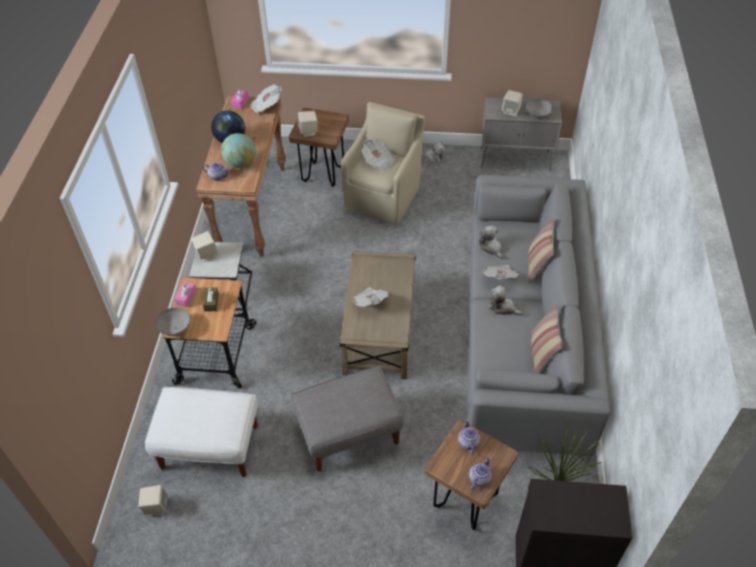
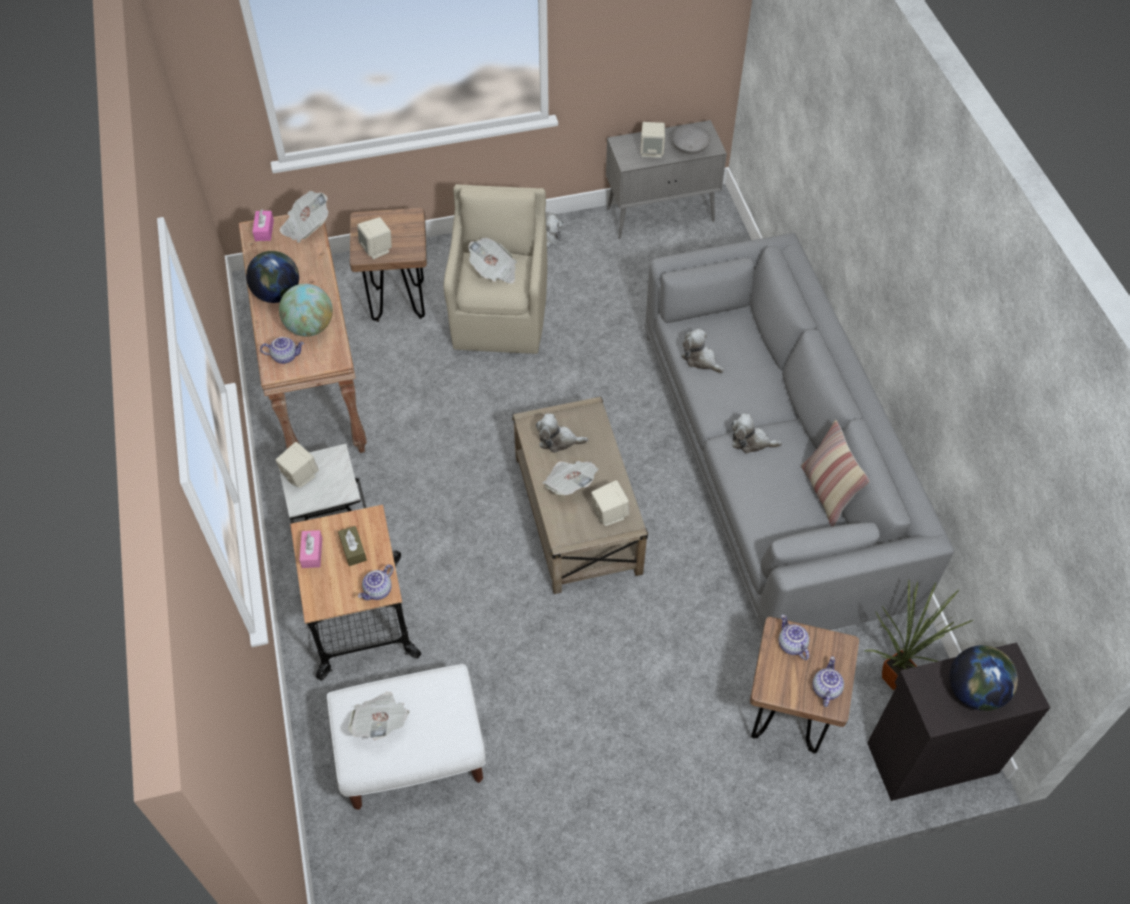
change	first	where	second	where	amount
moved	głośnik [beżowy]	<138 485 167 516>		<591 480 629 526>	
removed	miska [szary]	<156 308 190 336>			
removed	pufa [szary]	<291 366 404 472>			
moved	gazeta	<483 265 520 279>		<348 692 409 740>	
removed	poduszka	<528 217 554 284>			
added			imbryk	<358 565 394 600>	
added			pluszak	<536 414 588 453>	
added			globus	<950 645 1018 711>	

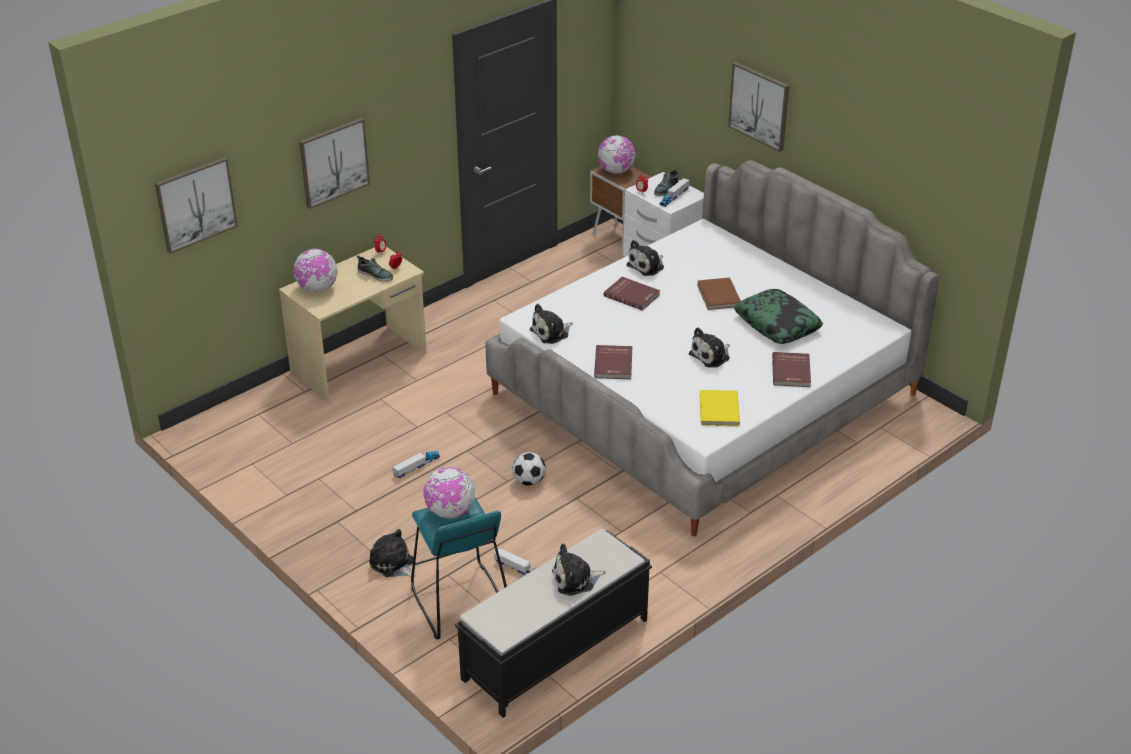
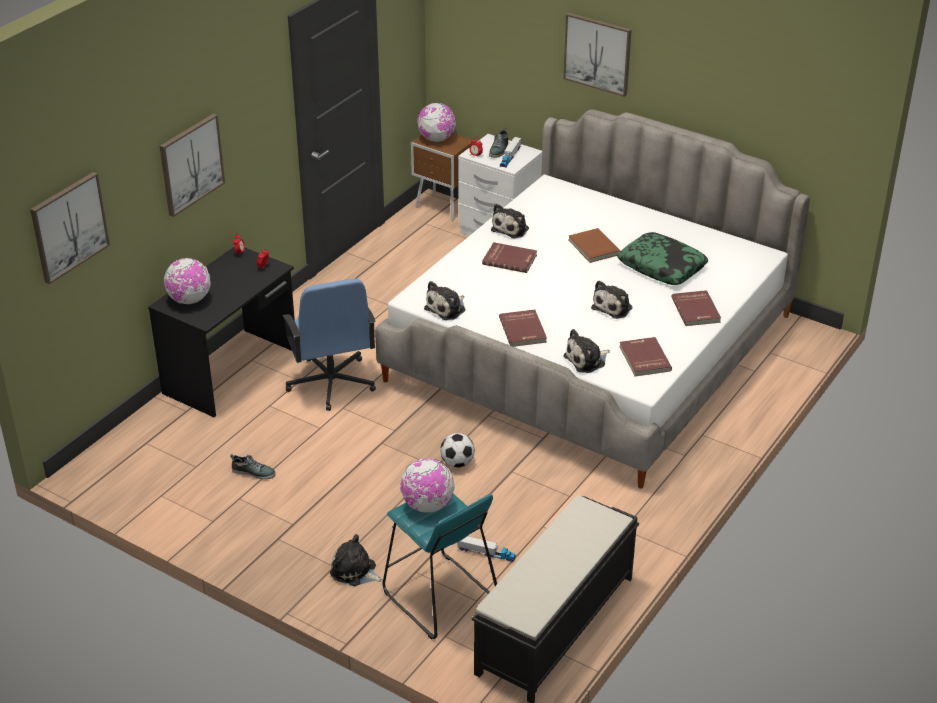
change	first	where	second	where	amount
recoloured	biurko [beżowy]	<279 247 427 401>	biurko [czarny]	<148 247 295 417>	
moved	but	<357 255 393 282>		<230 454 276 479>	
removed	ciężarówka zabawkowa	<393 450 440 479>			
moved	pluszak	<552 544 606 596>		<563 329 610 373>	
recoloured	książka [żółty]	<699 390 740 426>	książka [czerwony]	<619 337 672 376>	
added			krzesło biurowe [niebieski]	<282 279 376 411>	

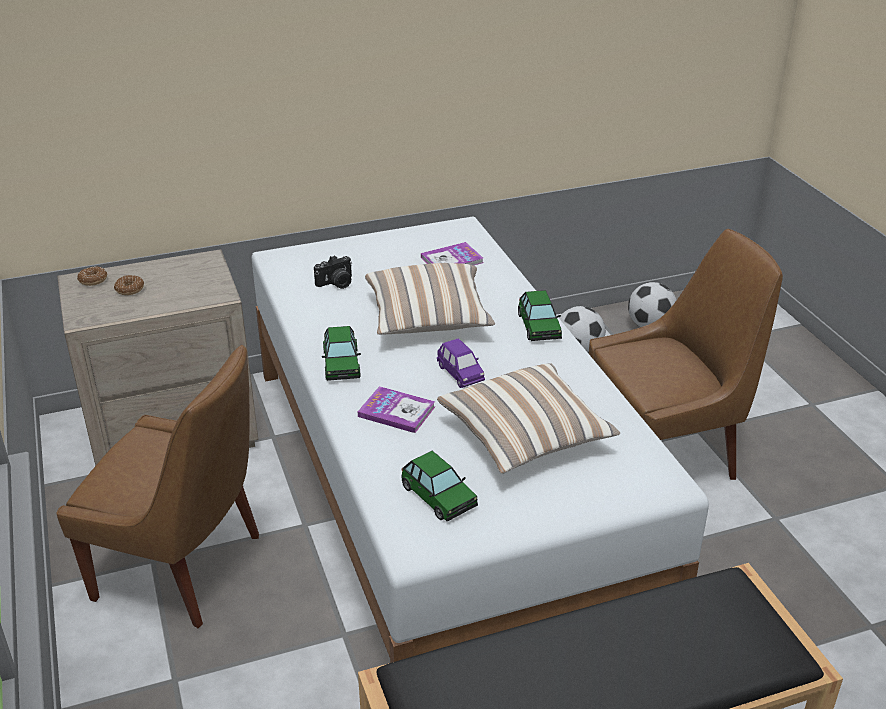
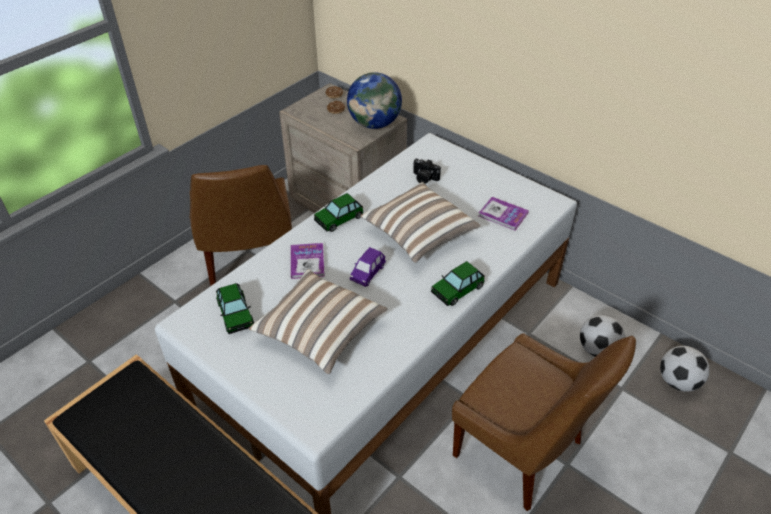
change	first	where	second	where	amount
turned	samochodzik	<401 451 478 522>		<216 283 254 334>	45 degrees counterclockwise
added			globus	<347 72 402 129>	

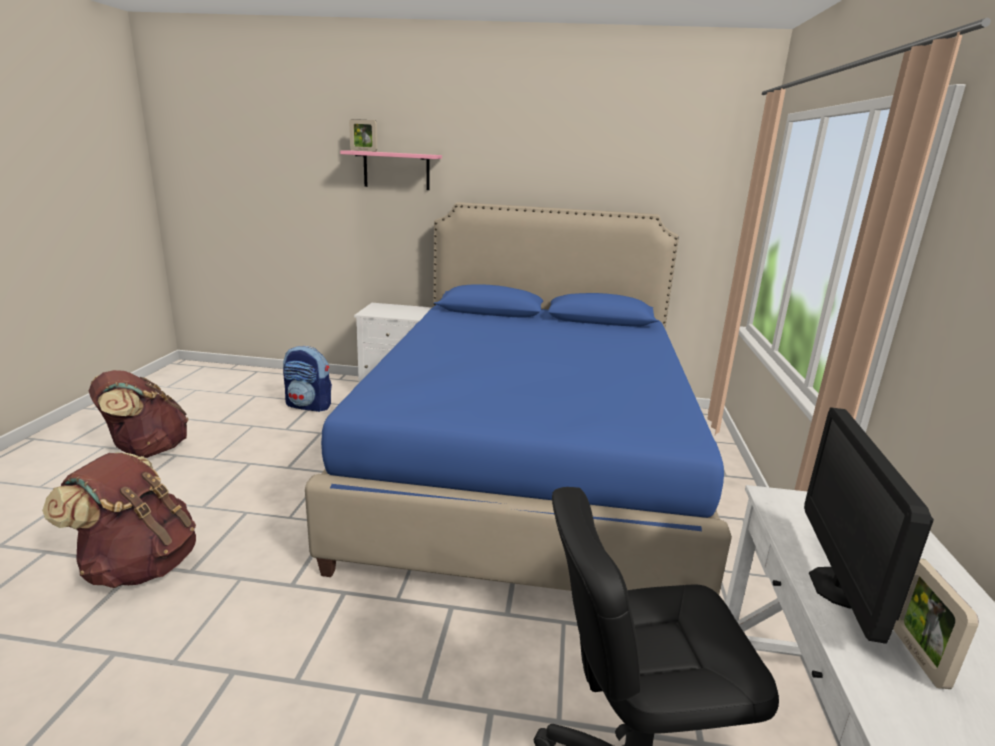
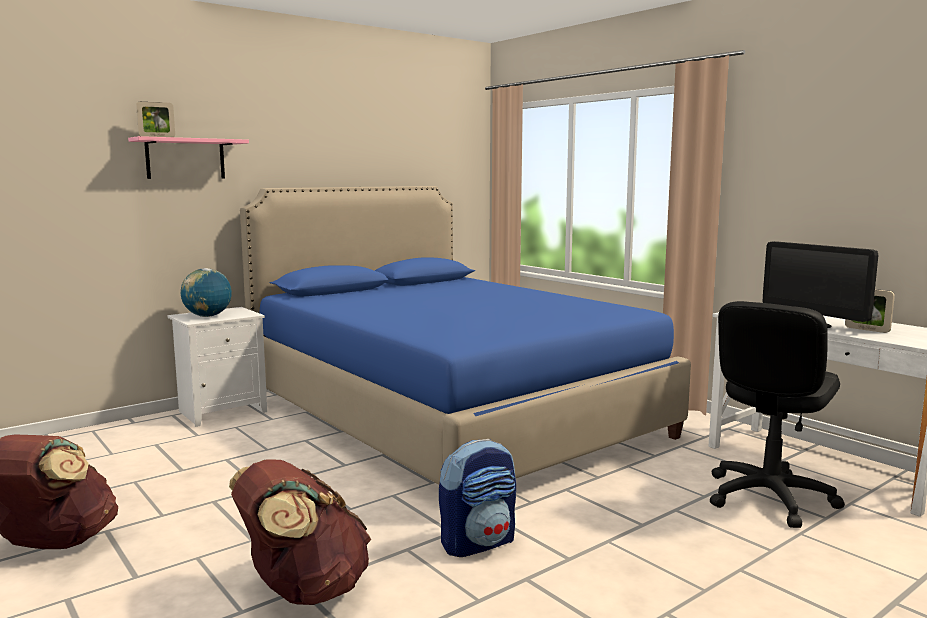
change	first	where	second	where	amount
moved	plecak	<283 346 332 412>		<439 439 516 557>	
added			globus	<181 268 232 317>	

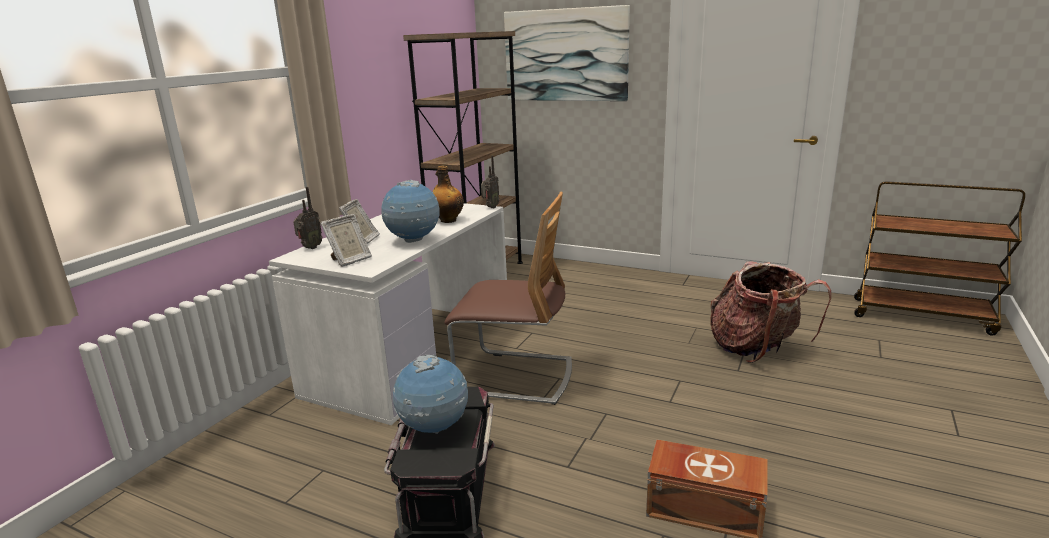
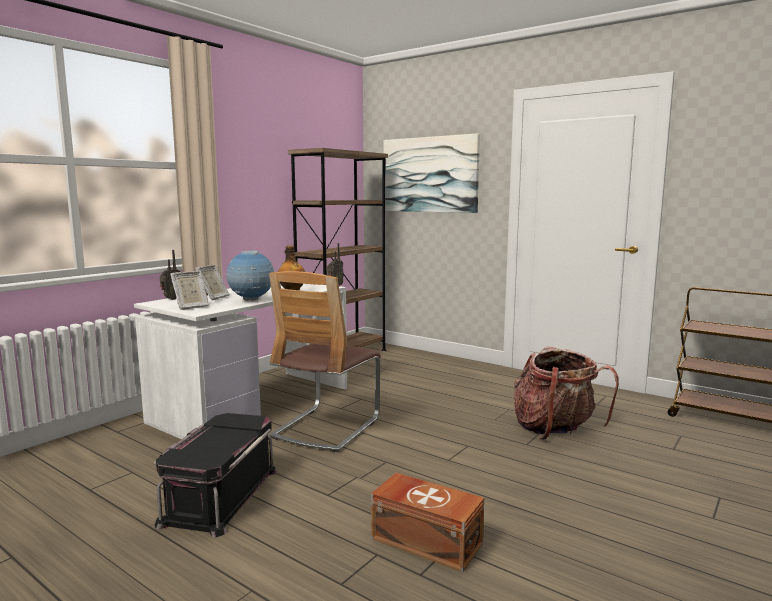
change	first	where	second	where	amount
removed	globus	<393 355 468 434>			
turned	krzesło	<444 191 572 405>		<269 271 381 452>	90 degrees clockwise

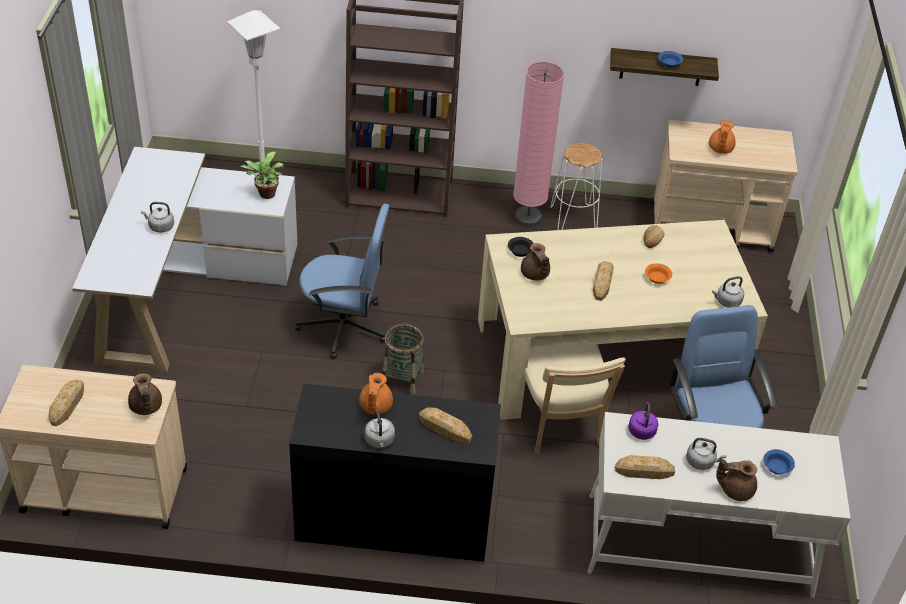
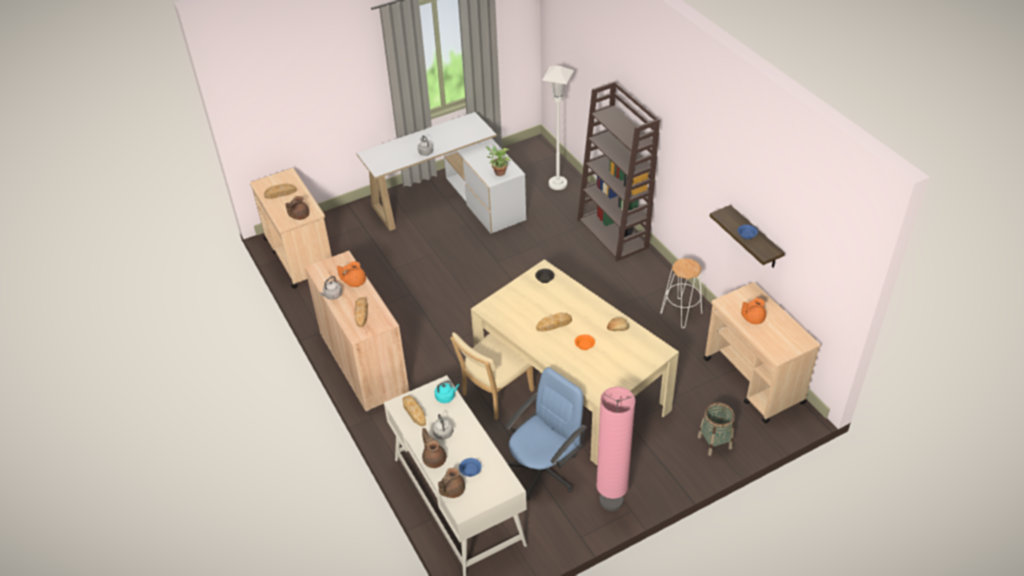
change	first	where	second	where	amount
recoloured	szafka [czarny]	<289 384 501 562>	szafka [beżowy]	<305 251 409 412>	
removed	krzesło biurowe [niebieski]	<295 204 390 359>			
moved	koszyk	<383 323 424 395>		<698 403 735 456>	
moved	lampa stojąca [różowy]	<513 61 564 227>		<596 387 636 511>	
moved	imbryk [brązowy]	<521 243 550 281>		<438 468 465 498>	
recoloured	czajnik [fioletowy]	<628 402 658 440>	czajnik [turkusowy]	<435 381 460 403>	
removed	czajnik [szary]	<712 276 744 307>			

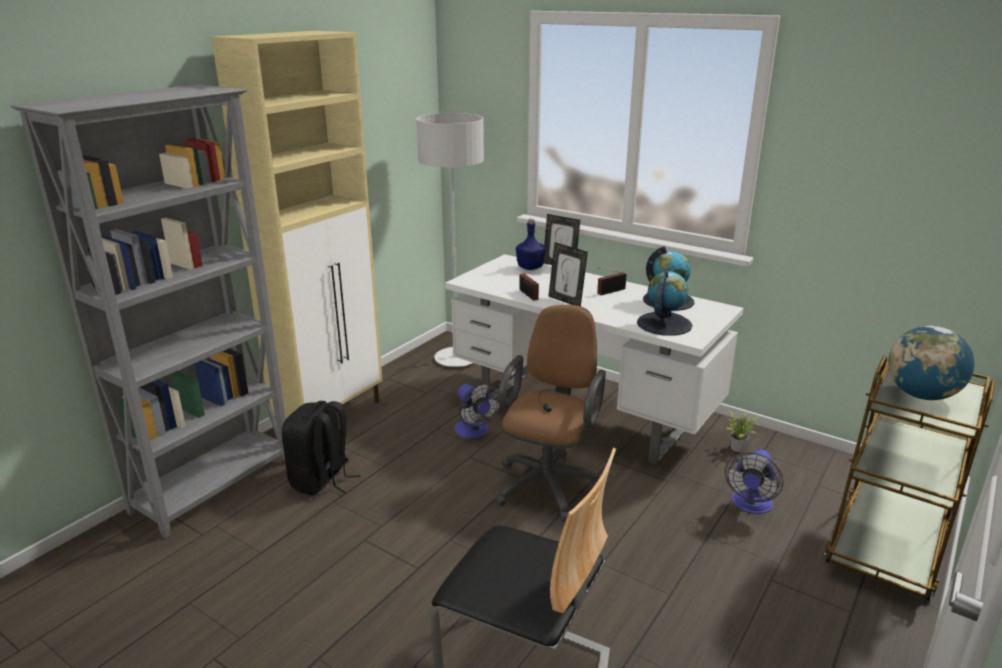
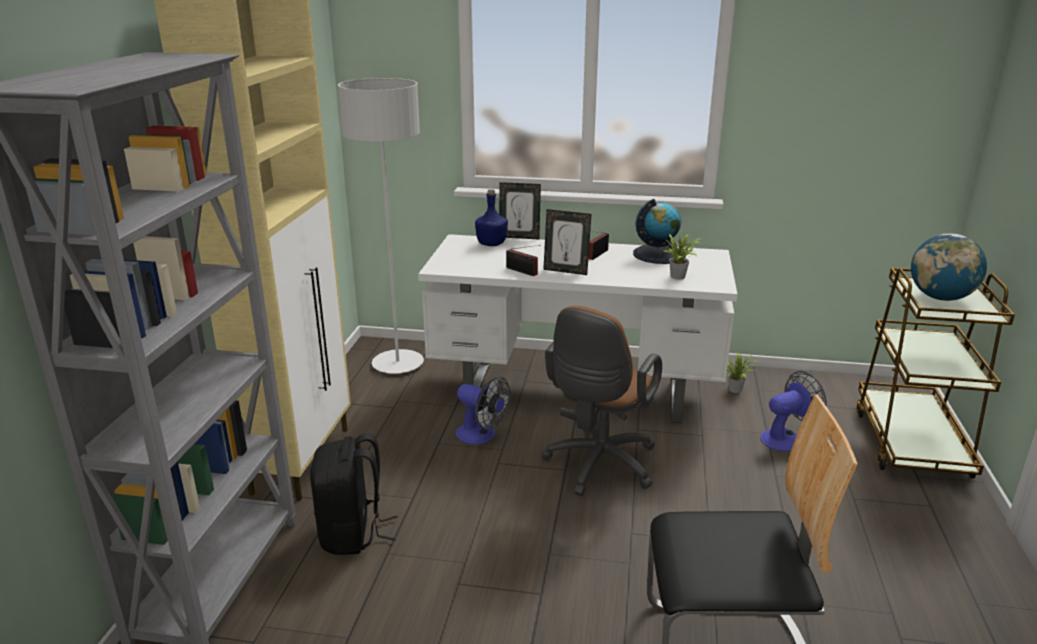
change	first	where	second	where	amount
turned	krzesło biurowe [brązowy]	<495 305 606 522>		<541 306 662 496>	150 degrees counterclockwise
replaced	globus	<637 270 692 336>	roślina doniczkowa	<663 233 701 280>	
turned	wentylator	<725 450 783 514>		<760 371 827 451>	120 degrees counterclockwise

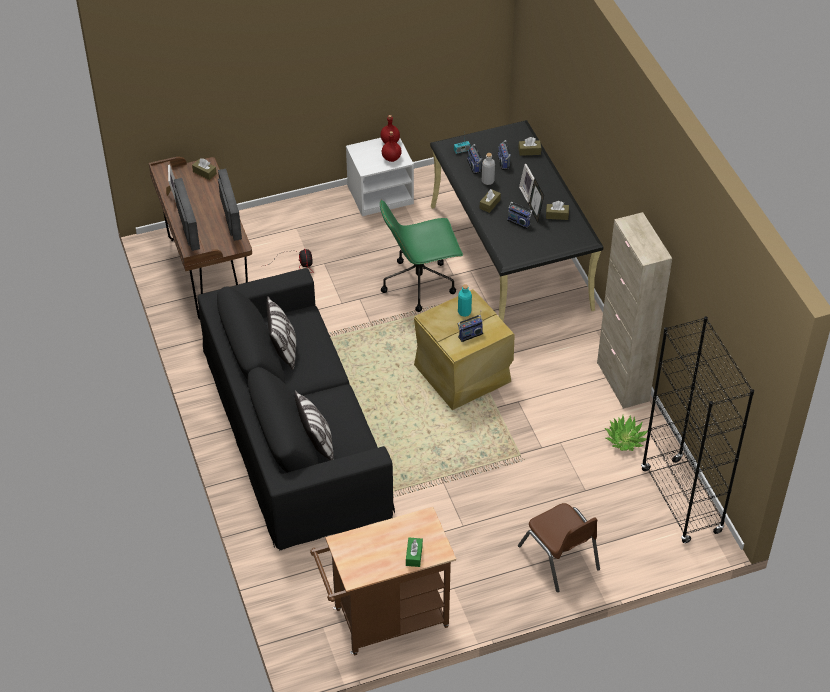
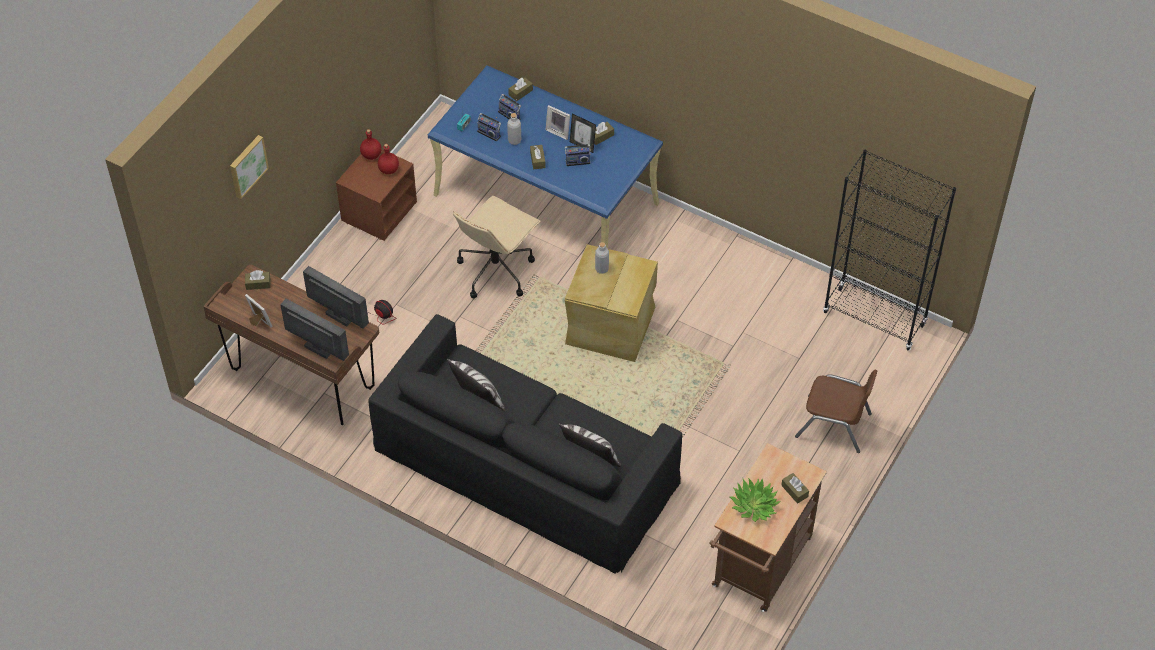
change	first	where	second	where	amount
recoloured	szafka nocna [biały]	<346 138 414 216>	szafka nocna [brązowy]	<336 149 417 241>	
recoloured	krzesło biurowe [zielony]	<380 199 463 312>	krzesło biurowe [beżowy]	<453 196 540 298>	
recoloured	pudełko chusteczek [zielony]	<406 538 423 567>	pudełko chusteczek [brązowy]	<781 473 809 504>	
recoloured	biurko [czarny]	<430 120 603 322>	biurko [niebieski]	<428 65 663 249>	
removed	radio	<457 310 483 342>			
recoloured	butelka [turkusowy]	<458 284 472 317>	butelka [szary]	<595 242 609 274>	
removed	szafka [beżowy]	<597 212 672 409>			
moved	roślina doniczkowa	<605 415 648 451>		<730 478 781 522>	
added			obraz	<230 135 269 199>	

